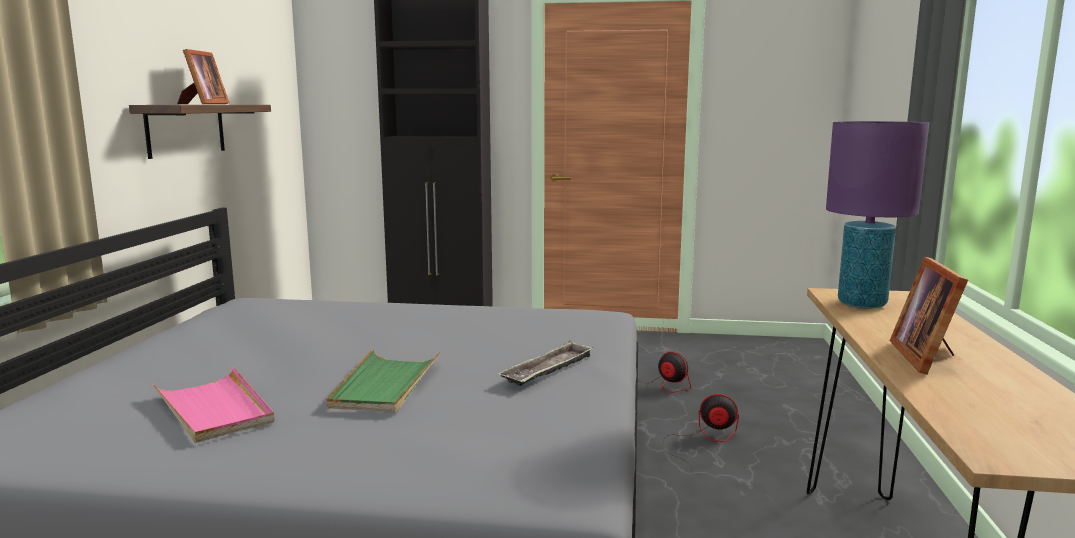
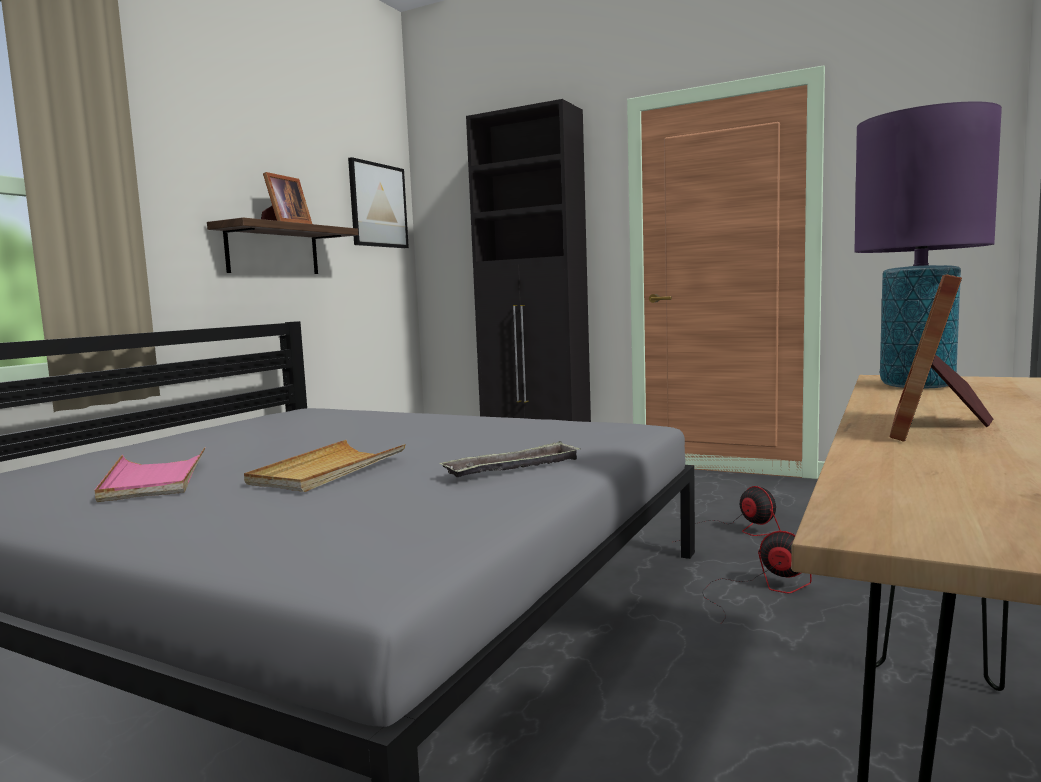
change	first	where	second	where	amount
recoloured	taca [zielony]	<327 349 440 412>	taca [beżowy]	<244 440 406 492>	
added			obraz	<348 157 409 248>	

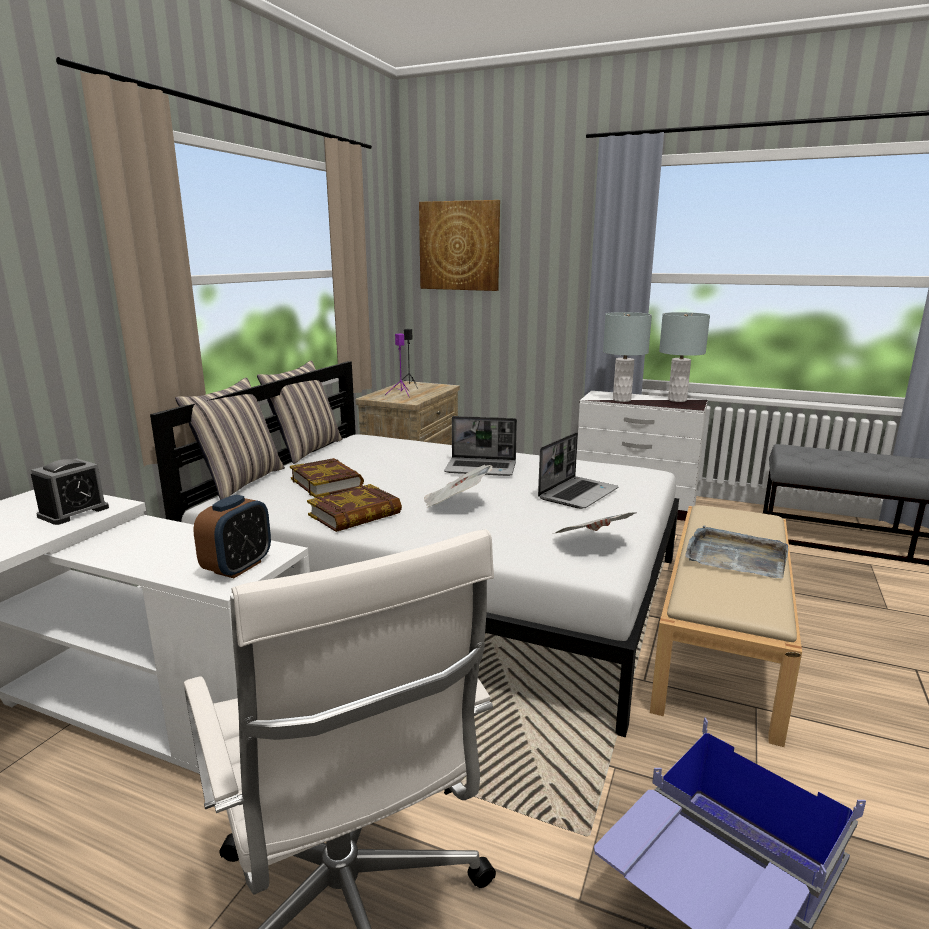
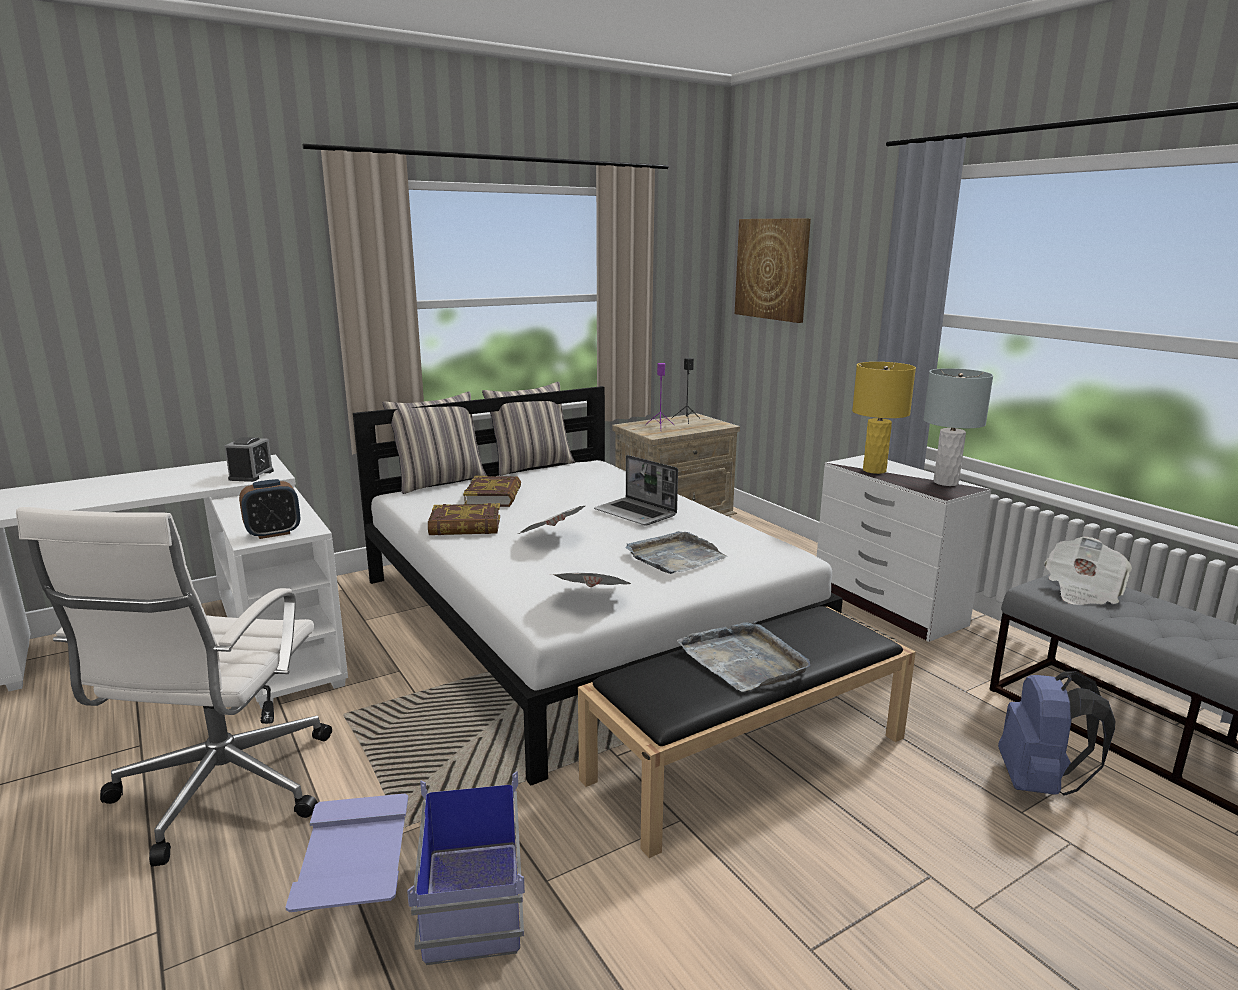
change	first	where	second	where	amount
turned	budzik	<31 458 109 525>		<224 437 274 482>	60 degrees counterclockwise
replaced	laptop	<538 432 619 509>	taca [szary]	<626 531 728 574>	
recoloured	lampa stołowa [szary]	<603 312 652 402>	lampa stołowa [żółty]	<852 362 916 474>	
recoloured	ławka [beżowy]	<650 505 802 747>	ławka [czarny]	<578 606 916 858>	
added			plecak [niebieski]	<998 671 1115 796>	
added			gazeta	<1044 537 1132 605>	

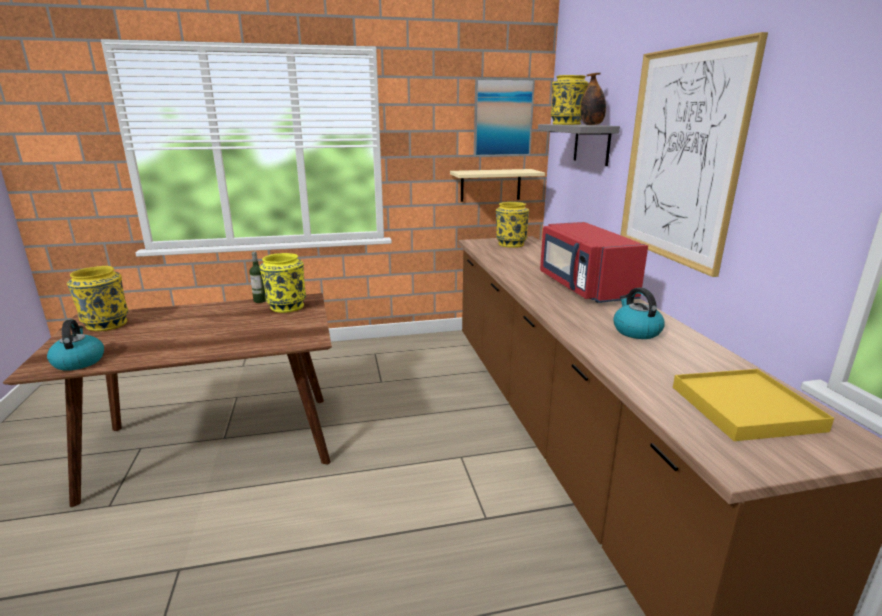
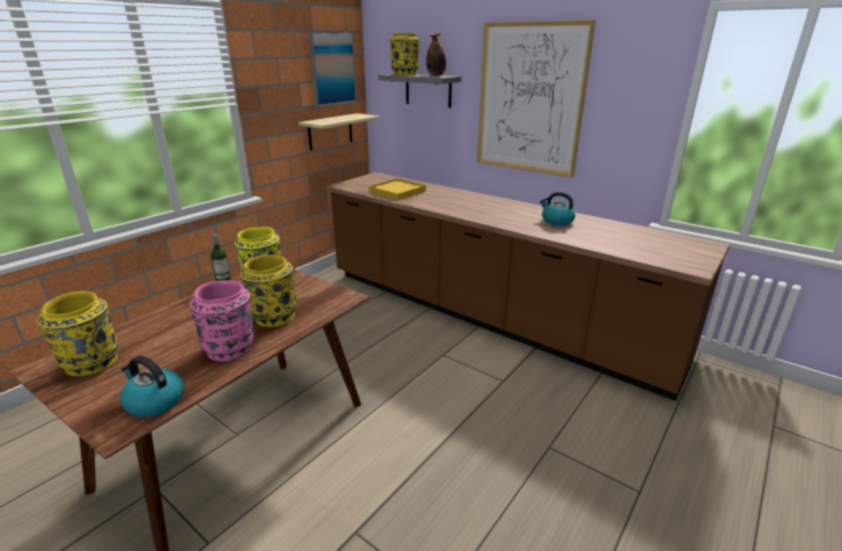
change	first	where	second	where	amount
moved	wazon [żółty]	<496 202 529 248>		<240 255 297 327>	
removed	mikrofalówka [czerwony]	<540 222 648 303>			
moved	taca [żółty]	<673 369 834 441>		<369 179 426 200>	
added			wazon [różowy]	<189 280 255 361>	

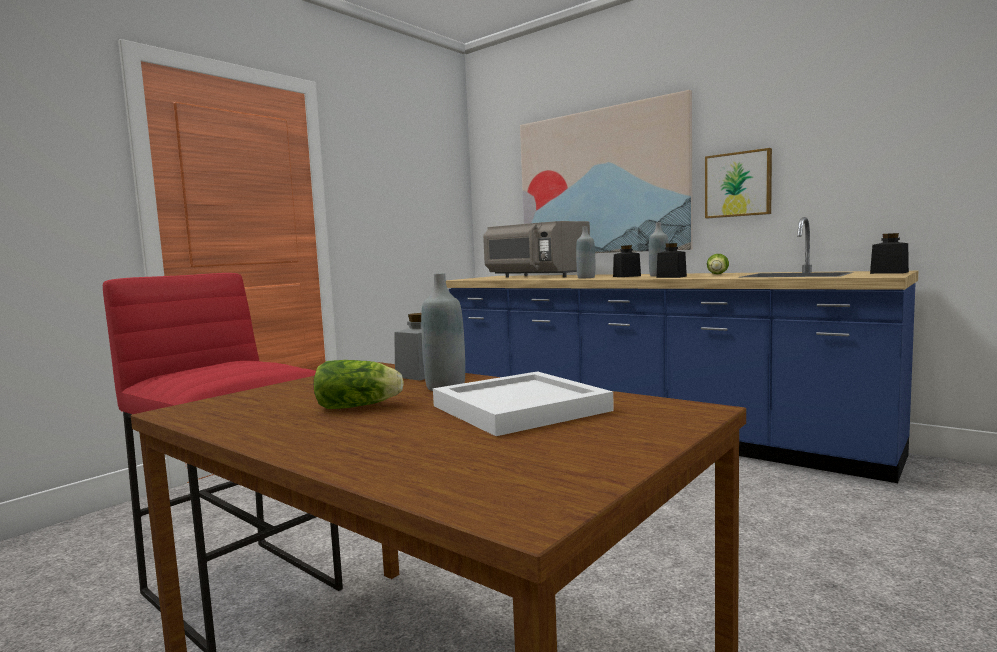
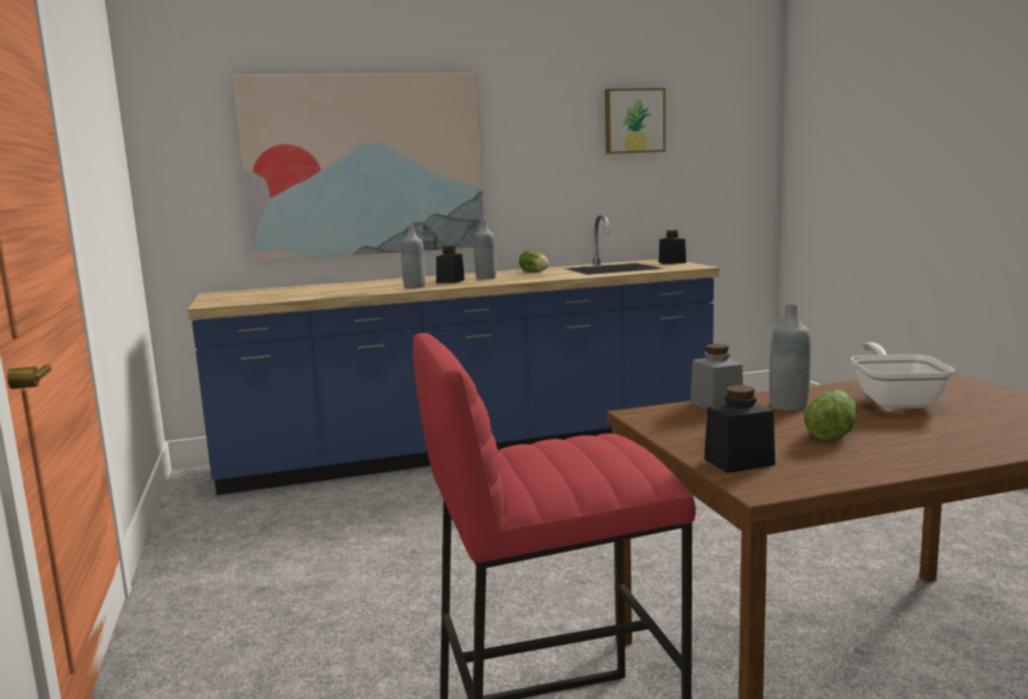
change	first	where	second	where	amount
replaced	taca [biały]	<433 371 614 436>	patelnia	<851 342 955 409>	
removed	mikrofalówka [szary]	<483 221 590 278>			
moved	słoik [czarny]	<657 243 687 278>		<704 385 775 473>	
moved	obraz	<705 148 772 218>		<605 88 666 154>	

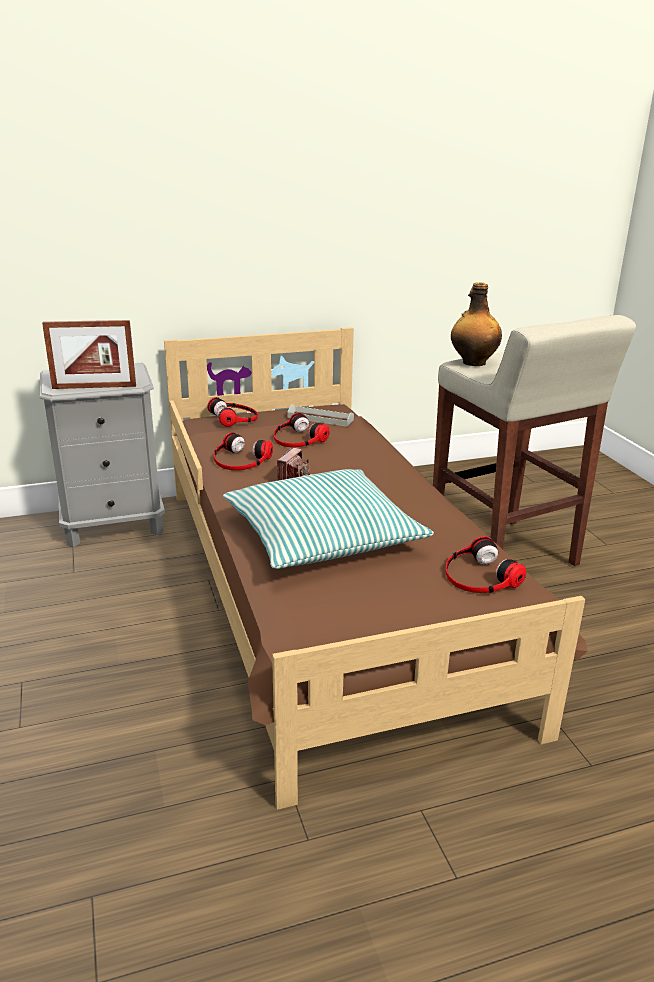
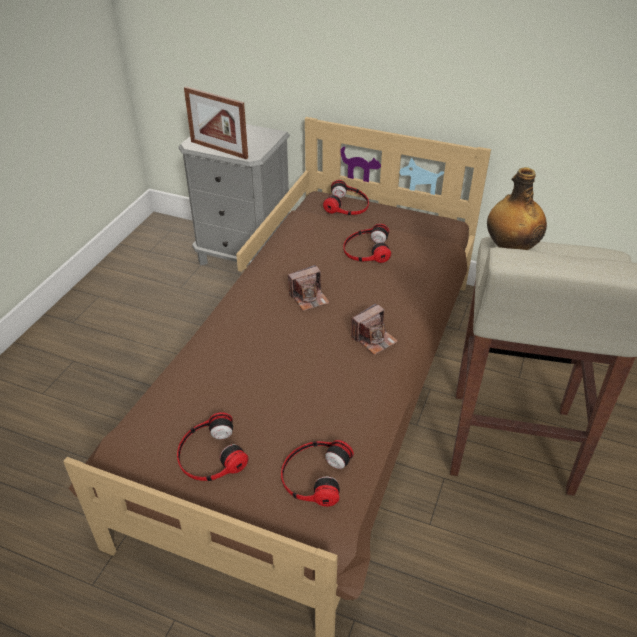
change	first	where	second	where	amount
moved	słuchawki	<213 432 273 470>		<177 412 248 481>	
removed	poduszka	<223 469 434 569>			
removed	taca [szary]	<288 404 354 426>			
added			aparat fotograficzny	<351 303 398 355>	

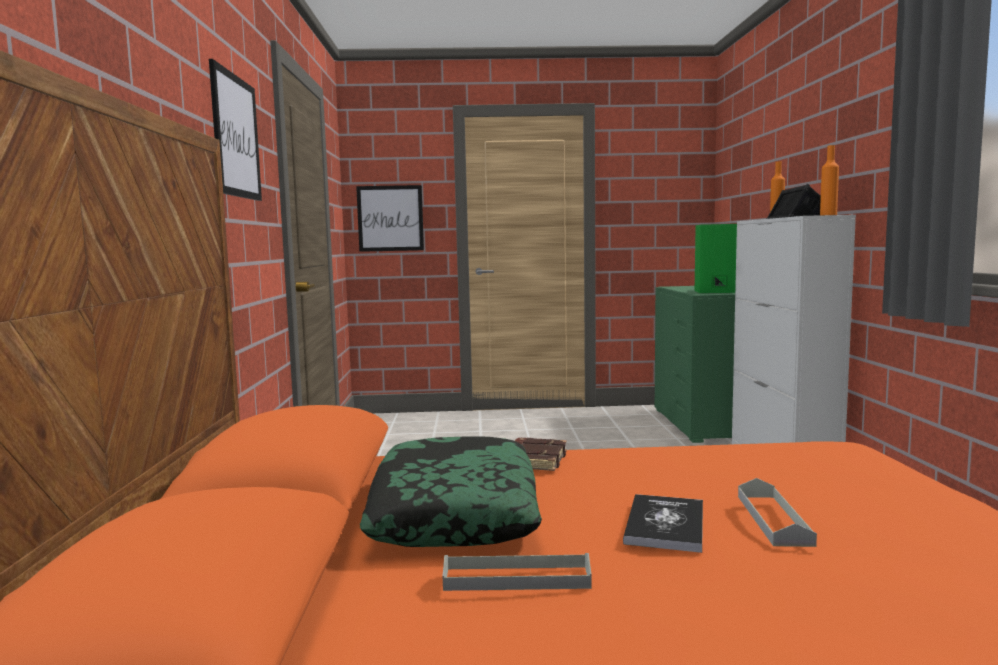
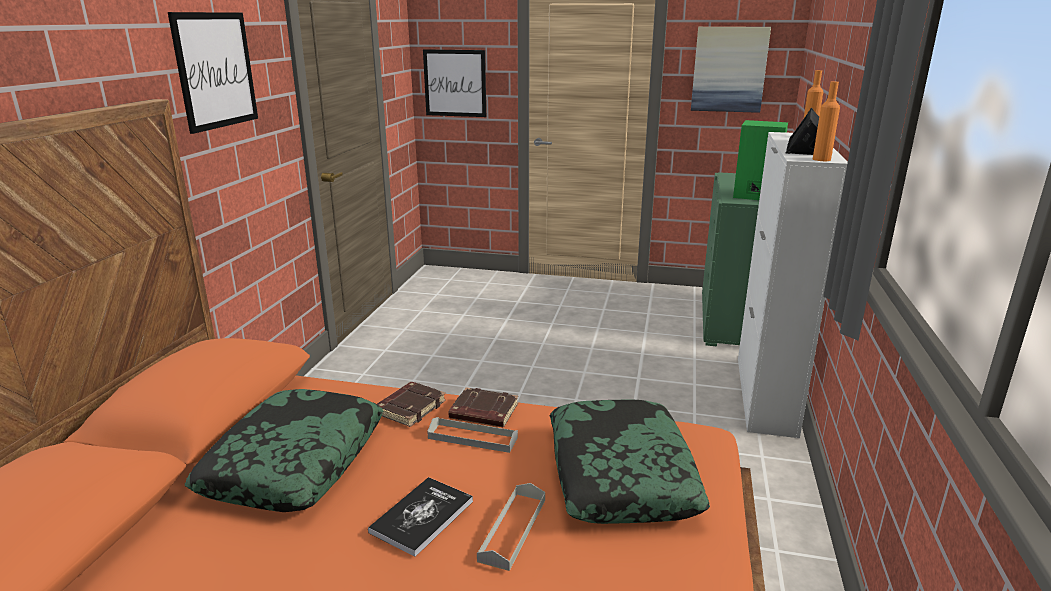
change	first	where	second	where	amount
moved	taca [szary]	<443 553 592 591>		<427 417 518 453>	
added			książka [brązowy]	<448 387 518 427>	
added			poduszka	<550 399 710 524>	
added			obraz	<691 27 771 113>	

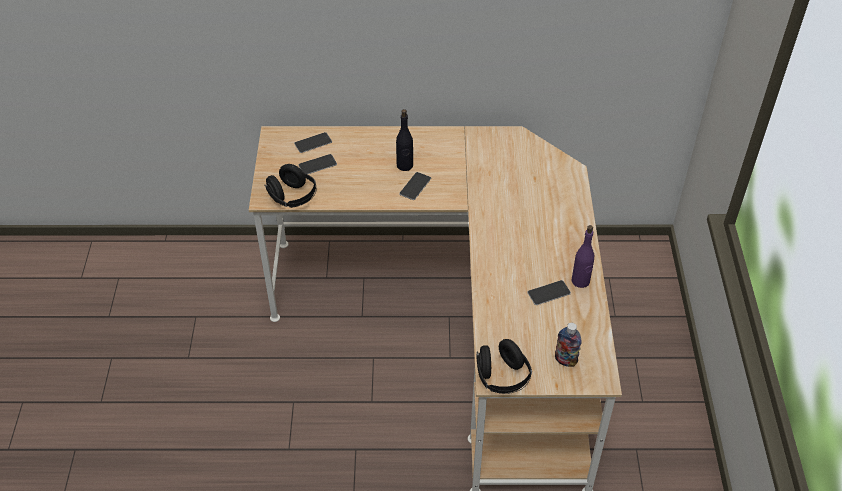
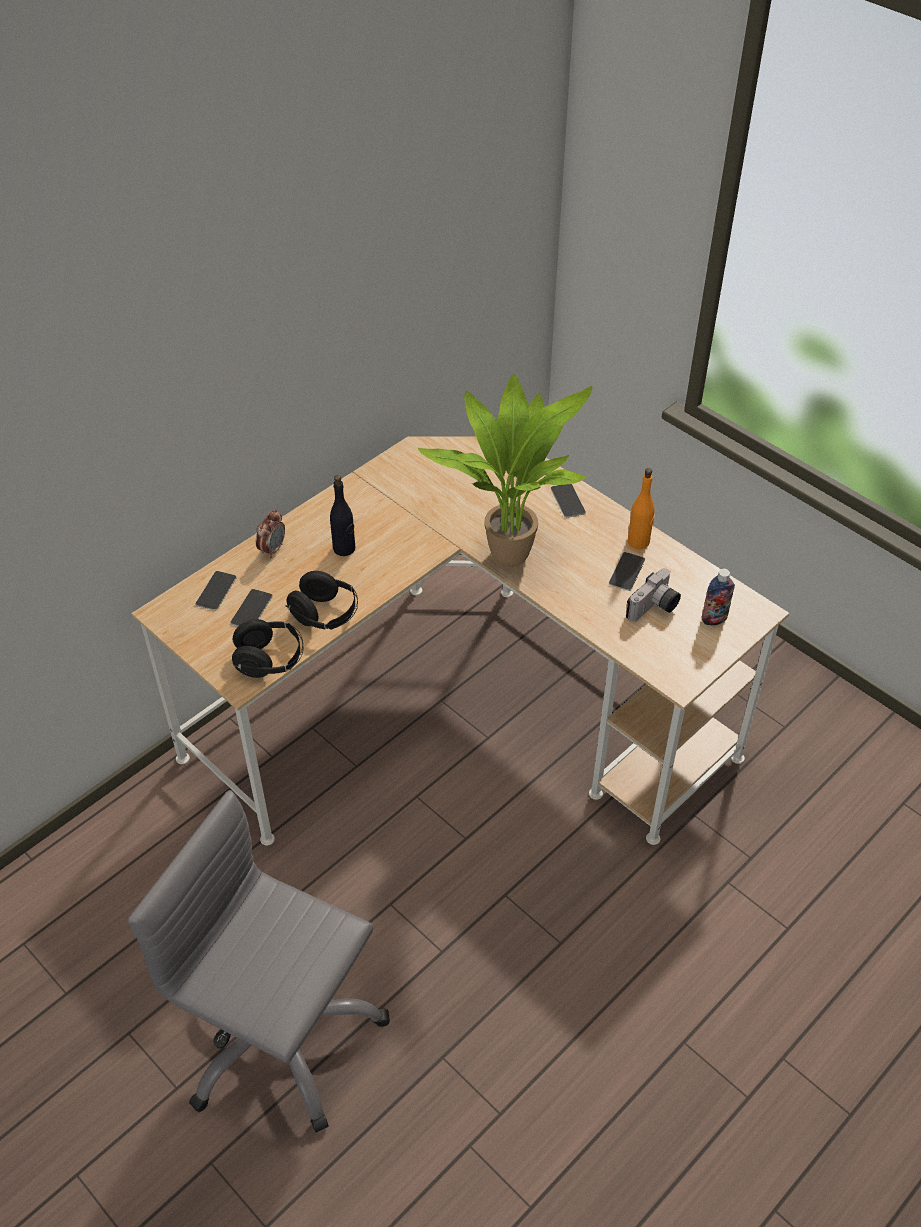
change	first	where	second	where	amount
moved	telefon	<399 172 431 200>		<551 484 586 518>	
moved	słuchawki [czarny]	<476 339 532 394>		<285 571 358 630>	
recoloured	butelka [fioletowy]	<572 225 594 288>	butelka [pomarańczowy]	<628 468 655 549>	
added			krzesło biurowe [szary]	<128 790 390 1133>	
added			budzik	<256 510 285 558>	
added			roślina doniczkowa	<418 374 592 567>	
added			aparat fotograficzny	<626 568 681 622>	

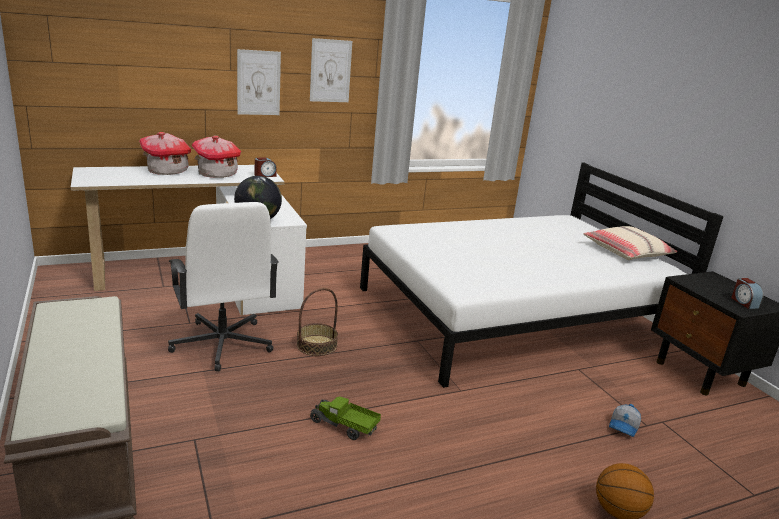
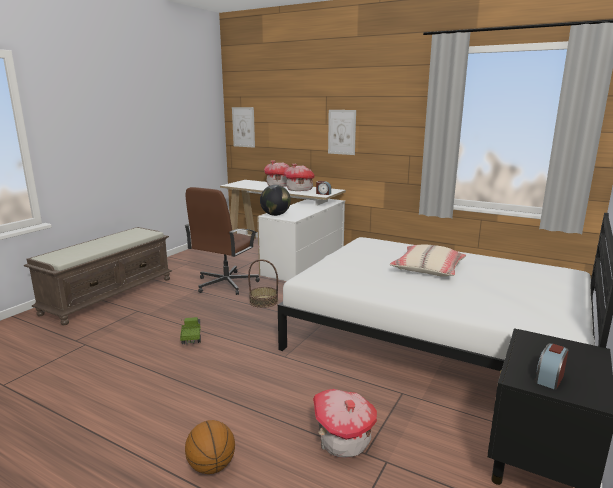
change	first	where	second	where	amount
recoloured	krzesło biurowe [biały]	<168 202 279 372>	krzesło biurowe [brązowy]	<184 187 260 295>	
moved	obraz	<310 38 352 102>		<232 107 255 148>	
moved	poduszka [beżowy]	<583 226 677 260>		<390 244 466 277>	
replaced	czapka z daszkiem	<609 404 641 437>	domek	<313 389 377 458>	

